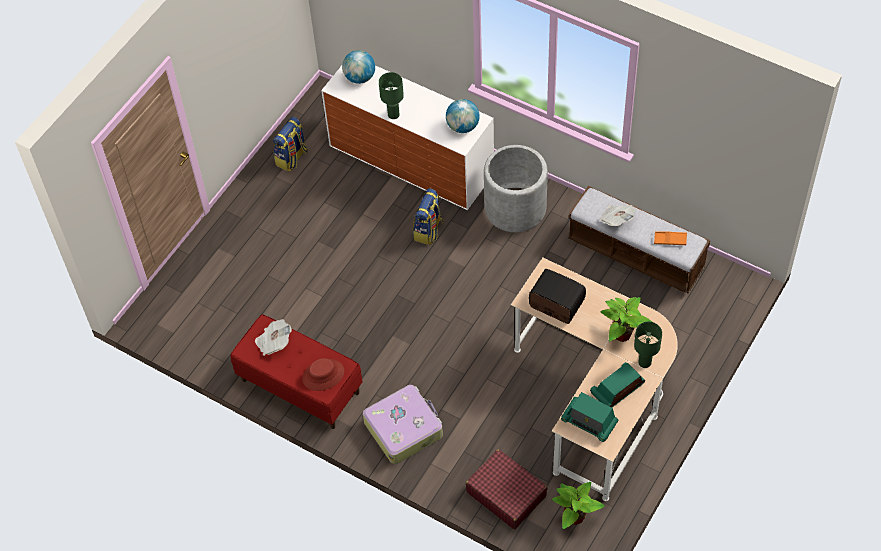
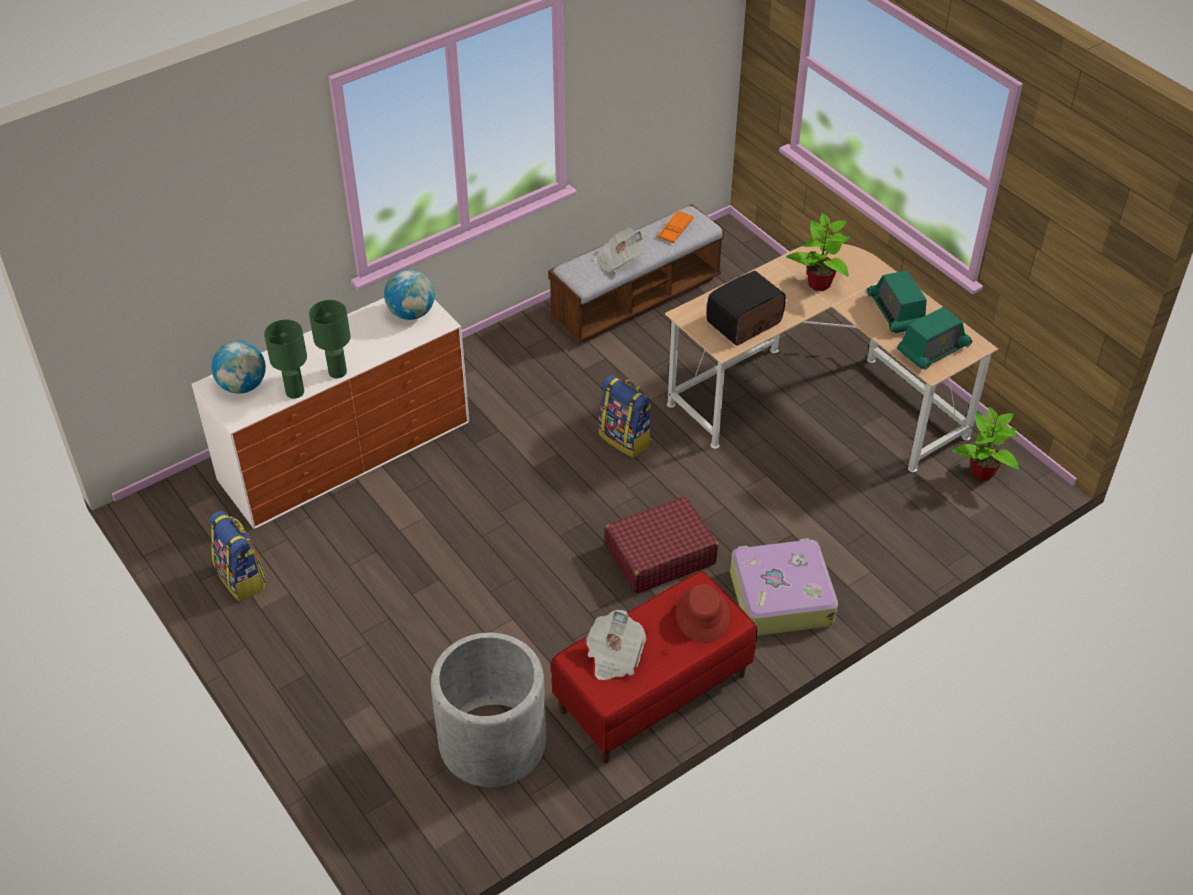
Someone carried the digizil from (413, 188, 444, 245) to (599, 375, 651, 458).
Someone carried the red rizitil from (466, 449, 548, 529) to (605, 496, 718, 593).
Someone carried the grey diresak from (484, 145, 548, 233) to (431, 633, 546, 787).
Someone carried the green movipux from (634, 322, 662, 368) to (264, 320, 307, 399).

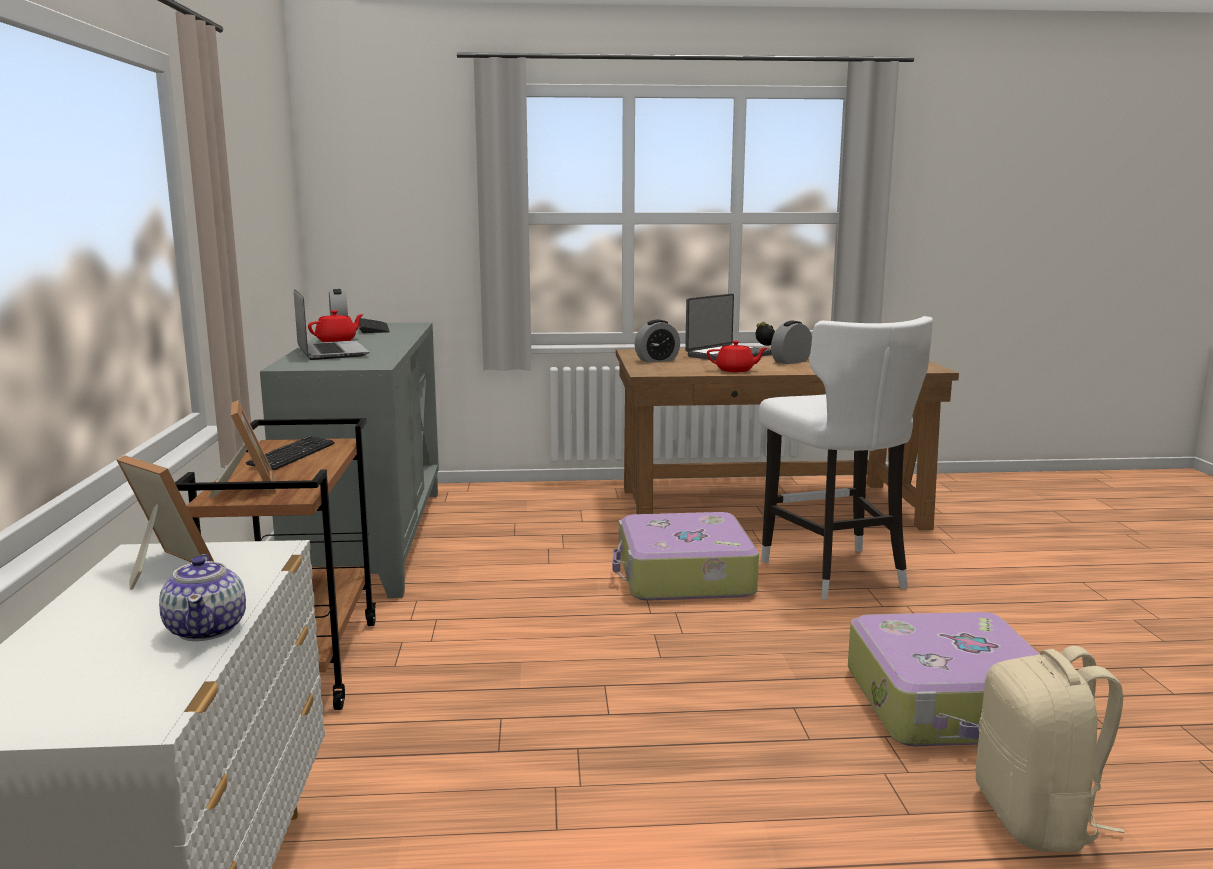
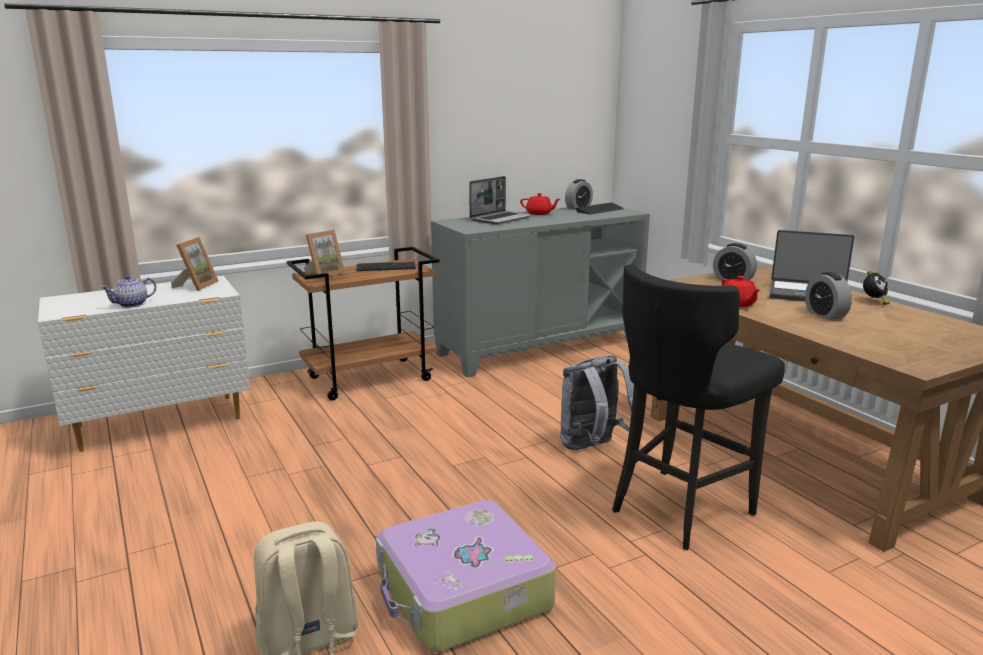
Someone swapped the rizitil at (613, 512, 759, 601) for the grey digizil at (560, 355, 634, 450).
Someone repainted the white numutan at (759, 316, 933, 600), which became the black numutan at (612, 264, 785, 550).
Someone rotated the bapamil at (771, 321, 812, 364) by 135 degrees counterclockwise.

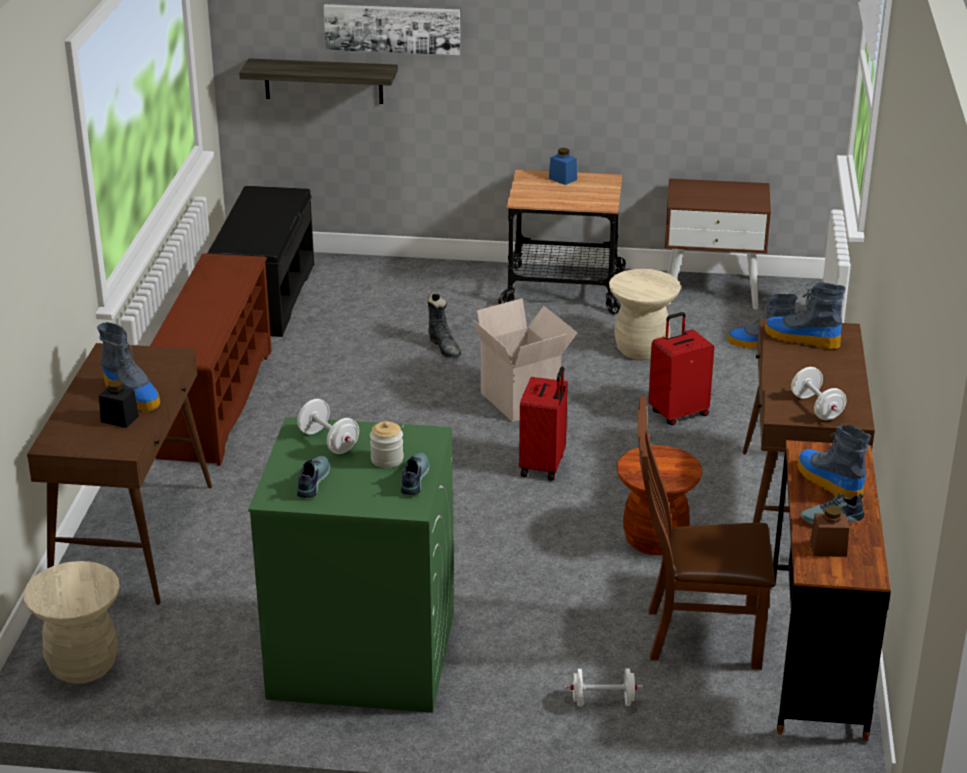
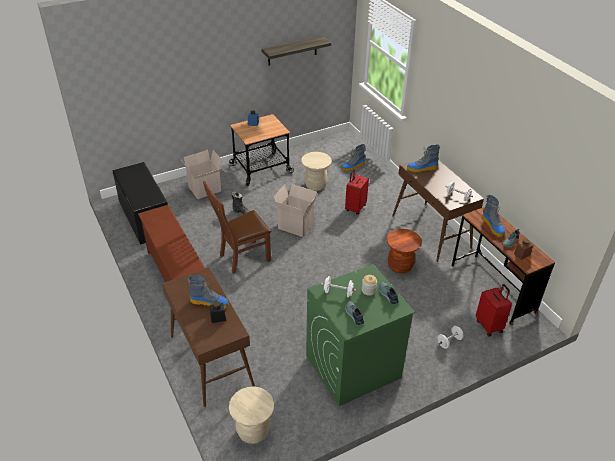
Someone carried the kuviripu from (239, 58, 398, 104) to (261, 36, 331, 66).
Someone took away the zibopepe at (324, 4, 460, 55).
Someone carried the red rizitil from (519, 367, 568, 481) to (476, 284, 512, 337).
Someone carried the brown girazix from (638, 396, 775, 670) to (203, 181, 271, 274).
Someone took away the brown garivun at (665, 178, 771, 309).
Someone rotated the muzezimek at (797, 423, 871, 501) by 135 degrees counterclockwise.
Someone put down the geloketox at (182, 150, 222, 199).

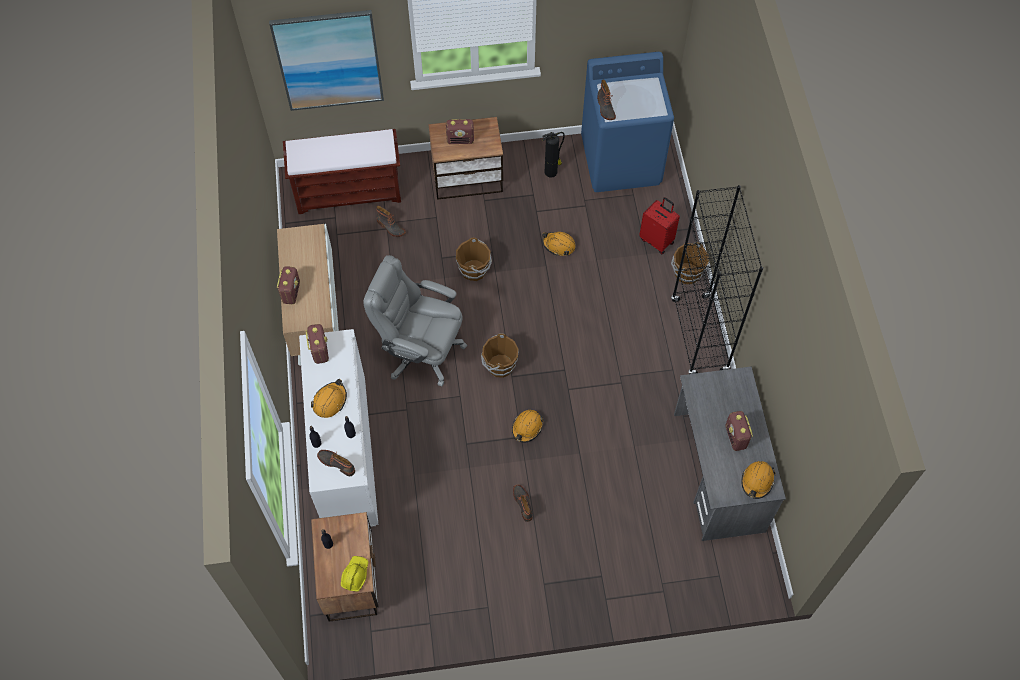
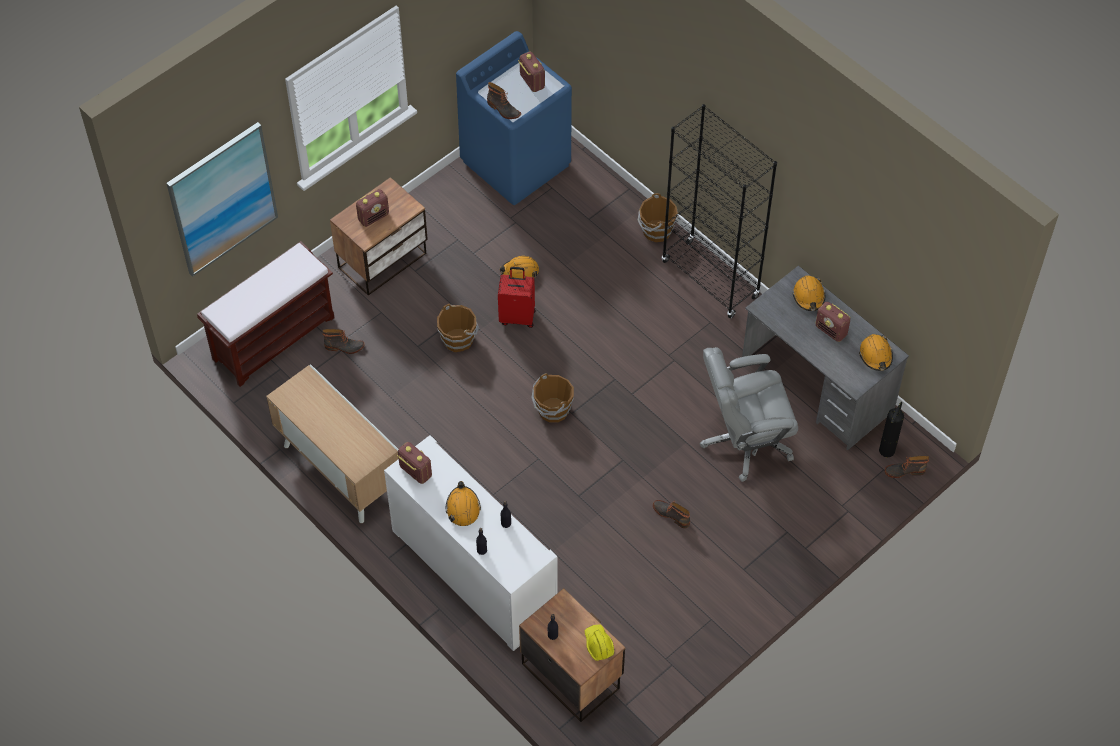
Someone carried the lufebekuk from (277, 266, 300, 304) to (518, 52, 545, 92).
Someone carried the muzezimek from (317, 450, 355, 476) to (885, 456, 929, 478).
Someone carried the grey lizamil from (363, 255, 467, 387) to (700, 347, 798, 482).
Someone carried the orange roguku from (512, 410, 544, 443) to (793, 276, 825, 311).
Someone carried the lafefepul from (542, 132, 565, 178) to (879, 402, 904, 457).
Someone carried the red rizitil from (639, 197, 680, 254) to (498, 267, 535, 328).

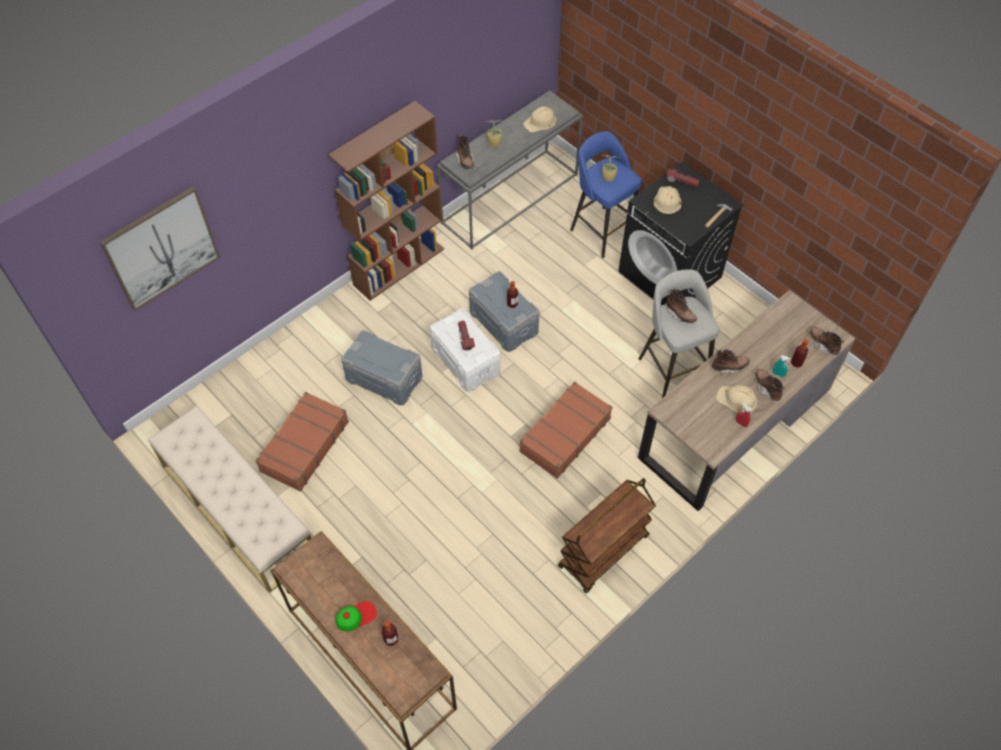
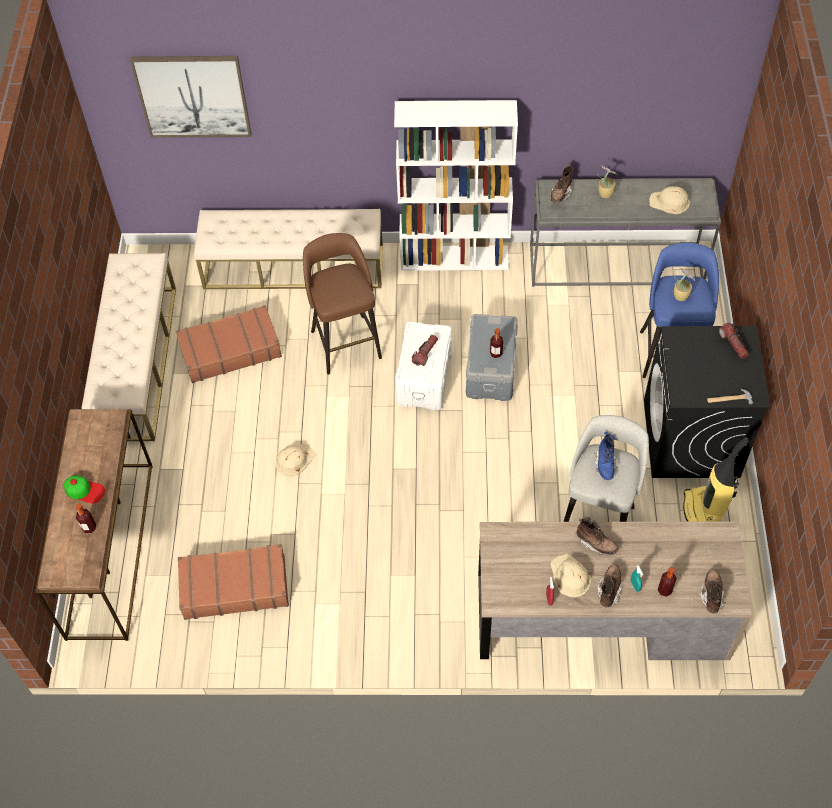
Someone repainted the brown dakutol at (328, 101, 444, 301), which became the white dakutol at (394, 100, 518, 271).
Someone swapped the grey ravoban at (341, 330, 422, 405) for the brown numutan at (303, 233, 382, 375).
Someone carried the brown rizitil from (519, 381, 613, 479) to (178, 544, 289, 620).
Someone took away the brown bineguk at (558, 478, 656, 593).
Someone carried the beige roguku from (654, 186, 681, 214) to (276, 444, 315, 476).
Someone repainted the brown muzezimek at (666, 289, 697, 323), which became the blue muzezimek at (595, 431, 617, 480).
Someone put down the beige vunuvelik at (194, 209, 383, 289).
Someone put down the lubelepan at (683, 437, 749, 522).

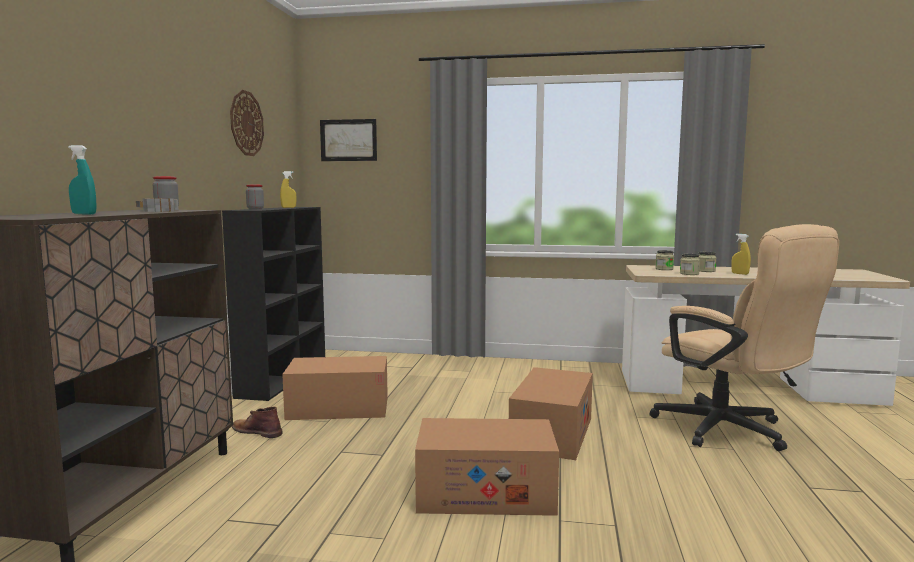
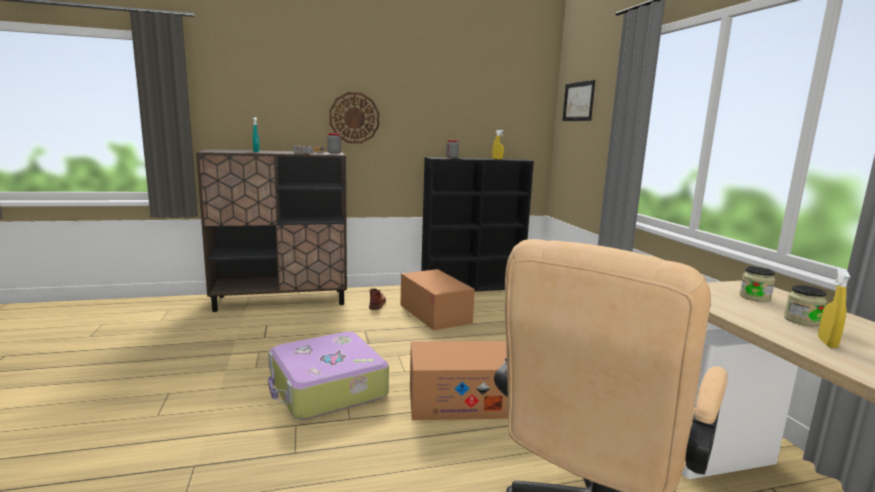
Someone carried the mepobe from (230, 90, 264, 156) to (329, 92, 379, 144).
Someone swapped the geloketox at (415, 418, 559, 516) for the rizitil at (268, 332, 389, 420).
Someone took away the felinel at (680, 254, 700, 275).

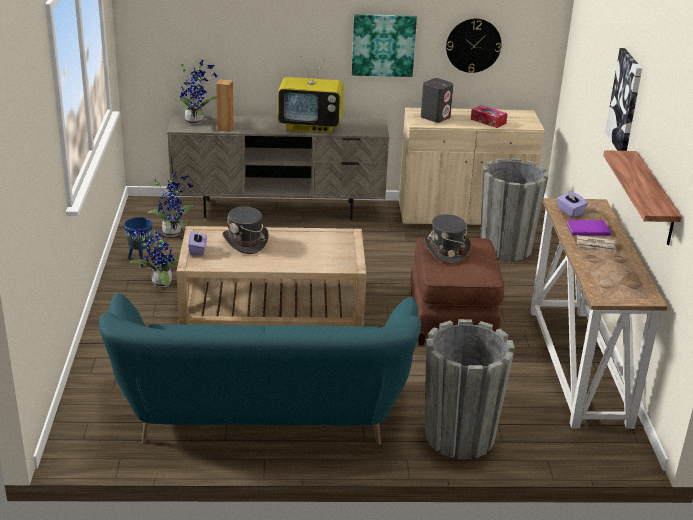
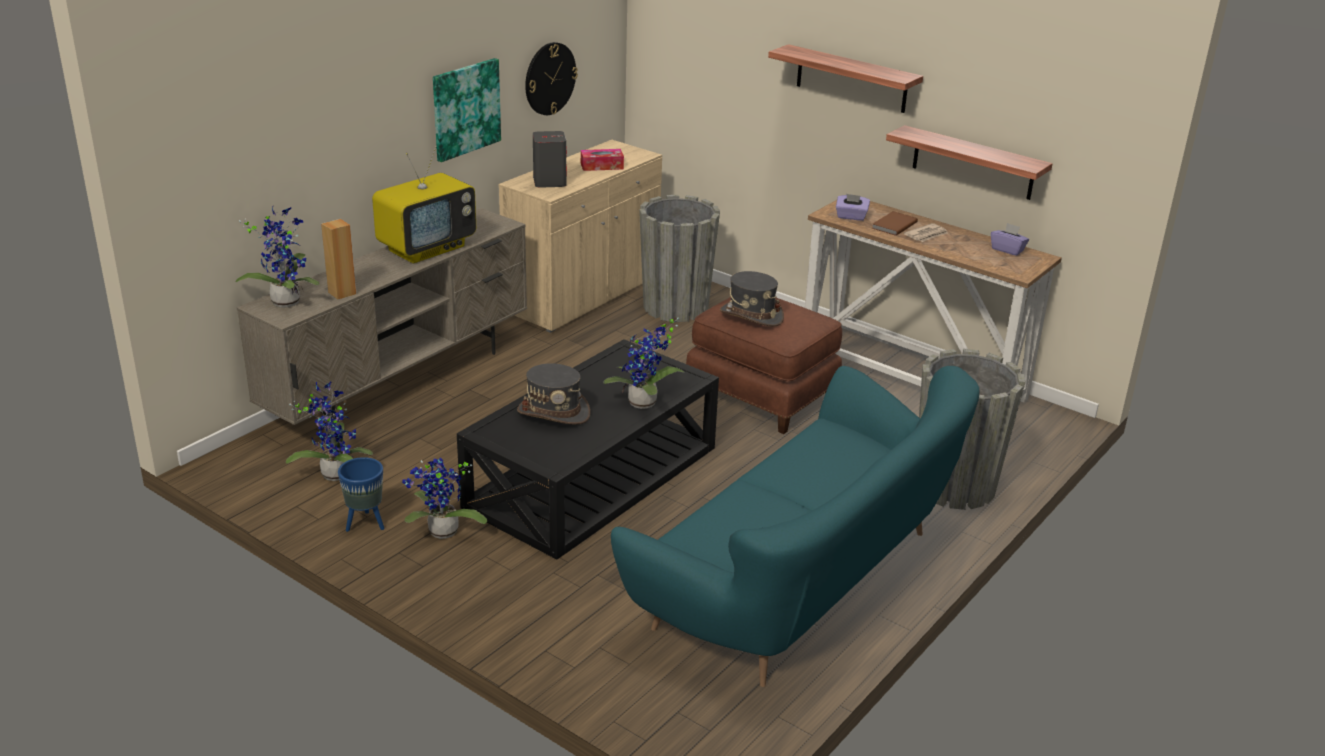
Someone repainted the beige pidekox at (177, 226, 366, 326), which became the black pidekox at (457, 339, 719, 559).
Someone carried the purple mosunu from (188, 232, 207, 255) to (991, 223, 1029, 256).
Someone repainted the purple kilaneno at (566, 220, 611, 236), which became the brown kilaneno at (872, 211, 918, 236).
Someone swapped the zibopepe at (605, 48, 642, 151) for the kuviripu at (768, 44, 923, 113).
Someone put down the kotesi at (604, 318, 684, 409).

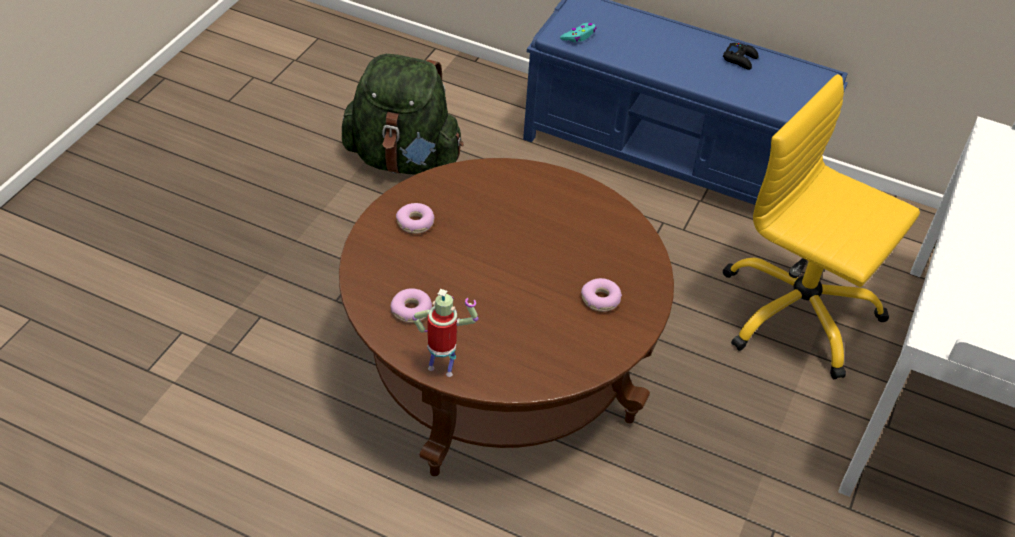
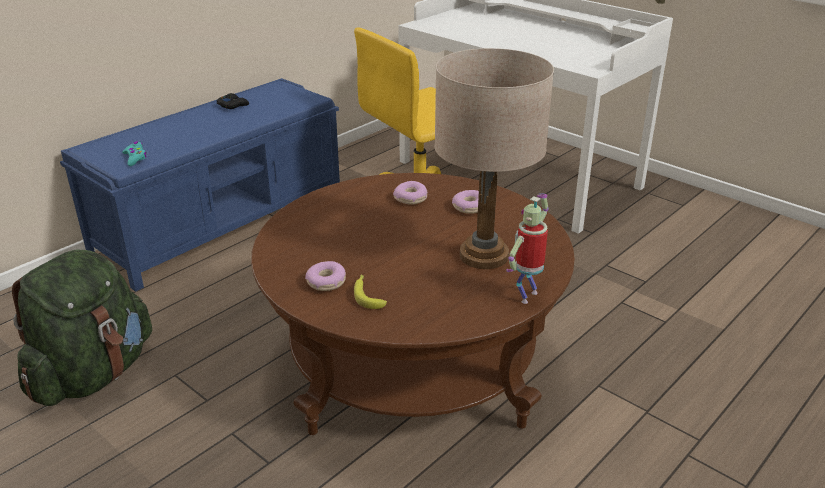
Someone carried the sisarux from (391, 288, 432, 323) to (393, 181, 428, 205).
Someone put down the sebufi at (354, 274, 387, 309).
Someone put down the beige movipux at (434, 48, 554, 269).

